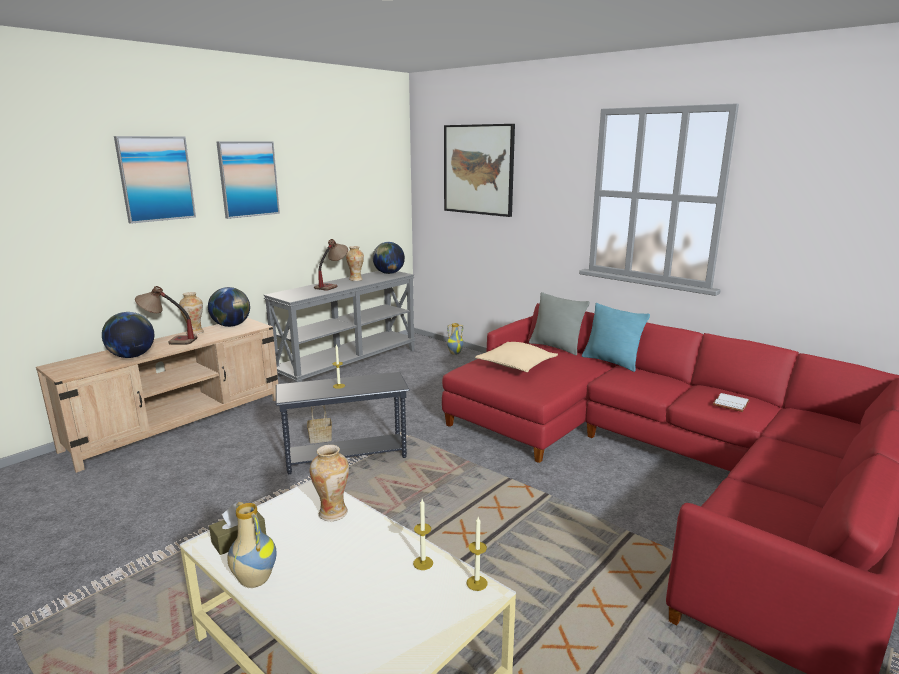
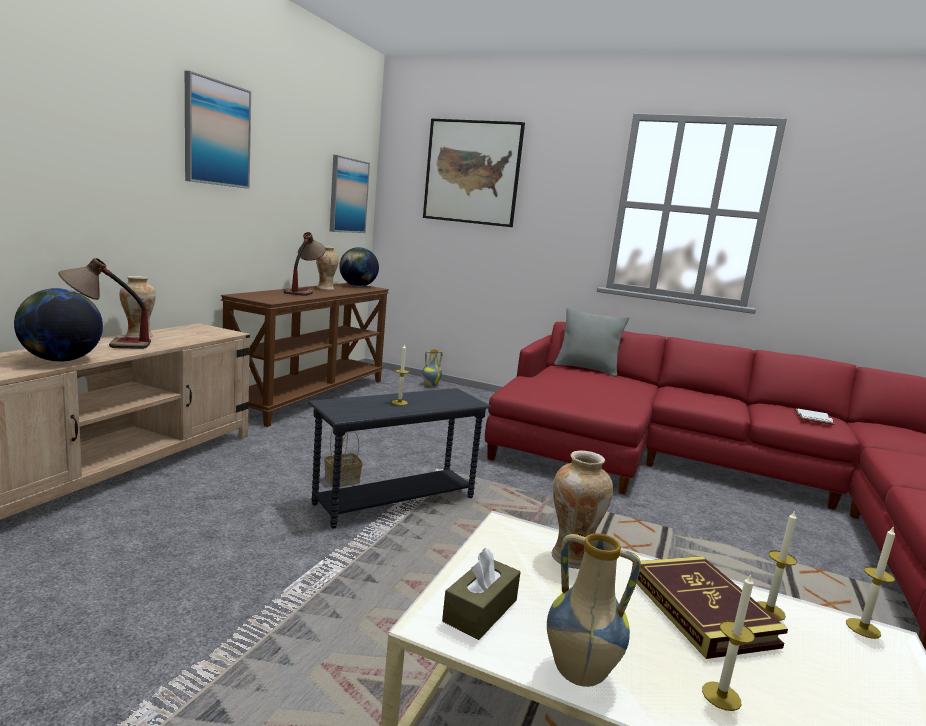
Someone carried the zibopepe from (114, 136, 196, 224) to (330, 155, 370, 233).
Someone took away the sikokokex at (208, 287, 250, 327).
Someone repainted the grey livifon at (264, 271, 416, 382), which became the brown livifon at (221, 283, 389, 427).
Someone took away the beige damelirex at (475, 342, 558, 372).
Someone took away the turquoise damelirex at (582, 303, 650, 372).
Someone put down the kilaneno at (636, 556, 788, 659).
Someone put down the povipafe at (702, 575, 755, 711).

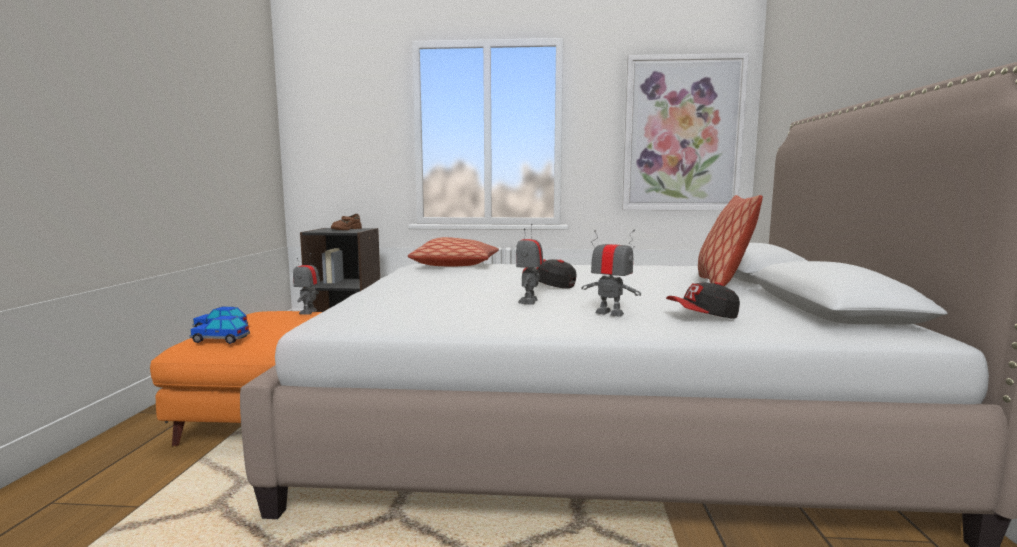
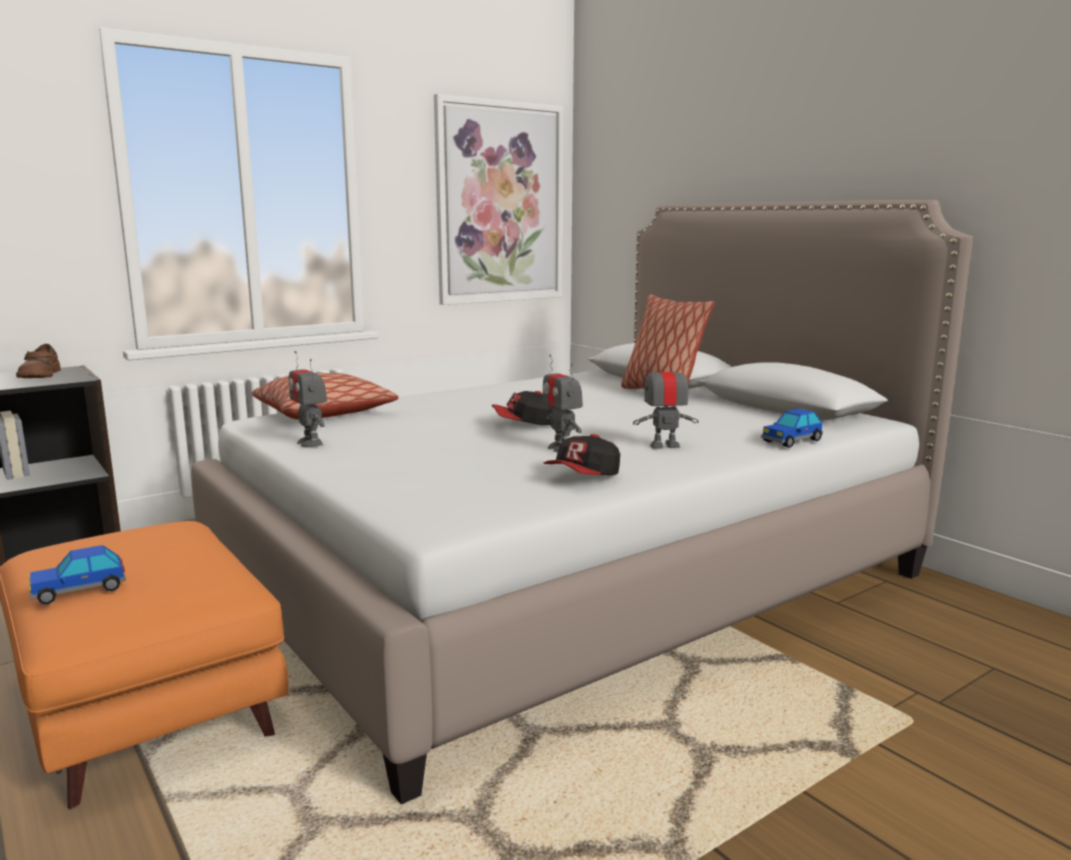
Someone carried the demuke from (190, 316, 250, 344) to (761, 409, 823, 448).
Someone carried the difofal from (293, 253, 320, 315) to (289, 351, 327, 447).
Someone carried the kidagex from (666, 282, 740, 319) to (543, 434, 620, 475).

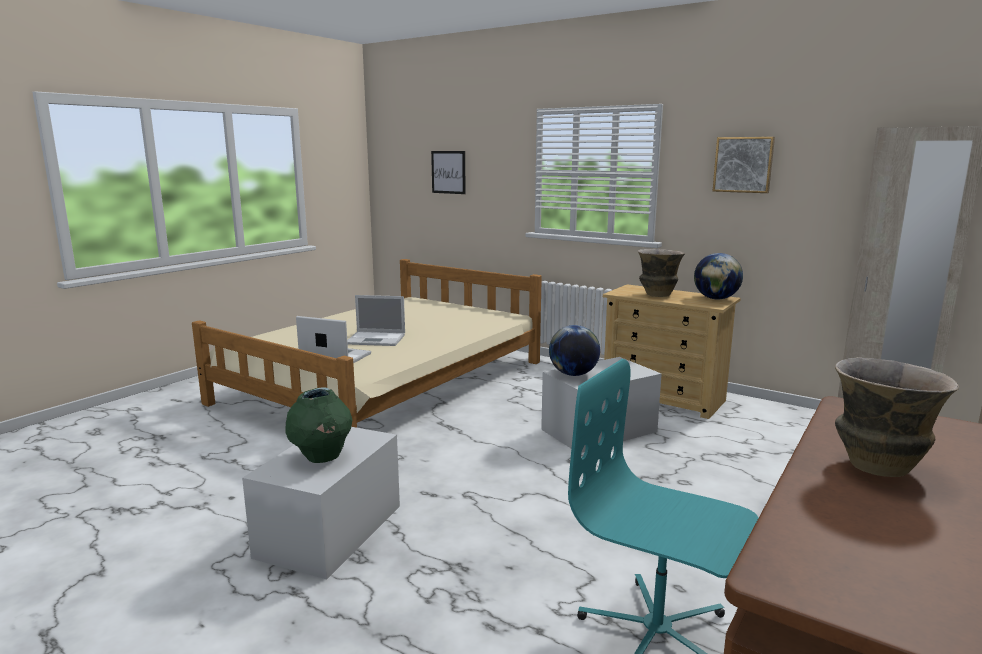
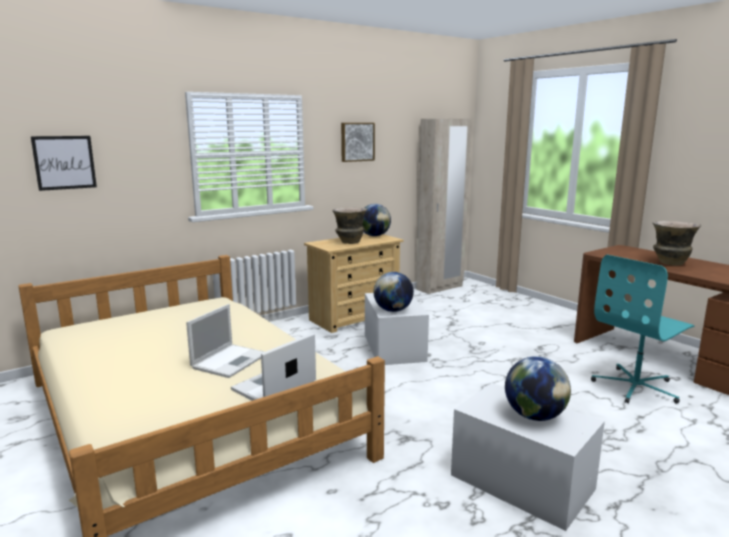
Someone swapped the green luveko at (285, 387, 352, 463) for the sikokokex at (505, 356, 571, 421).

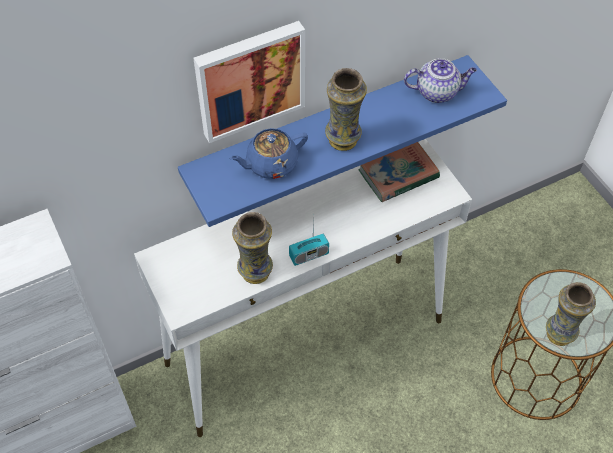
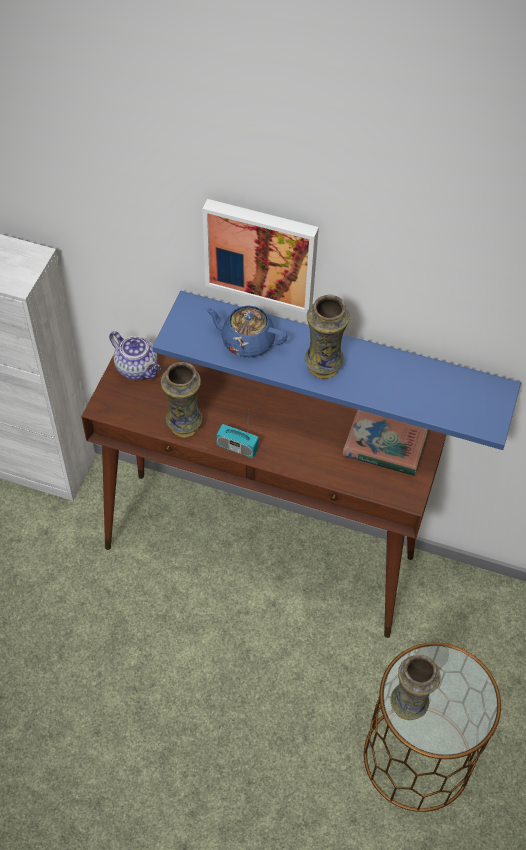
Someone repainted the white livifon at (134, 139, 472, 437), which became the brown livifon at (81, 353, 447, 638).
Someone carried the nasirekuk from (404, 58, 477, 103) to (109, 331, 161, 380).

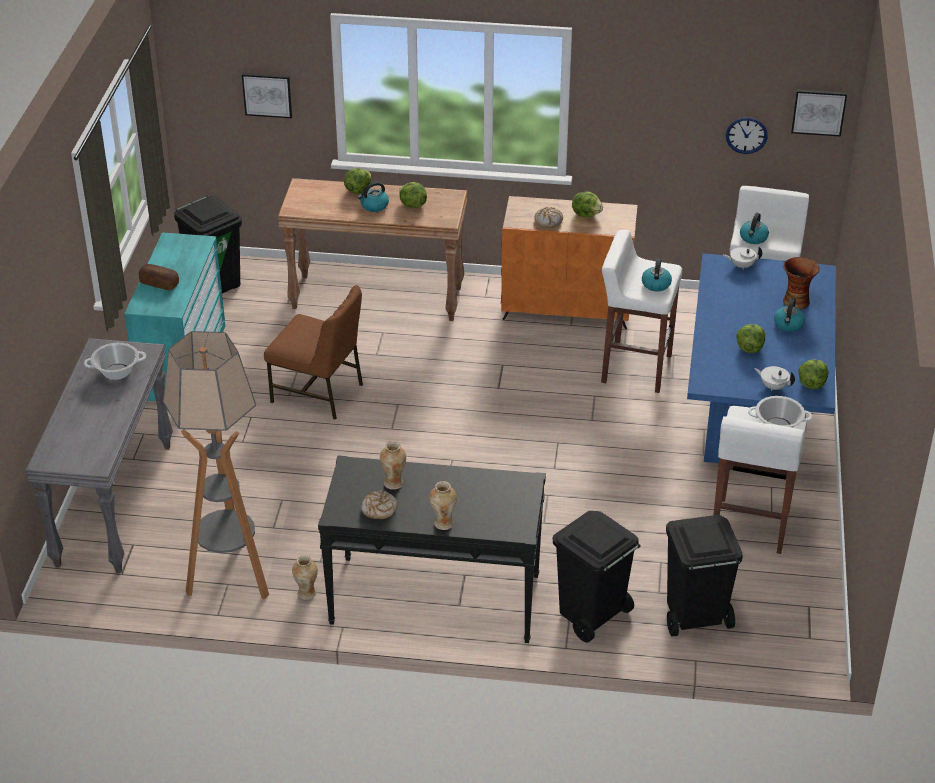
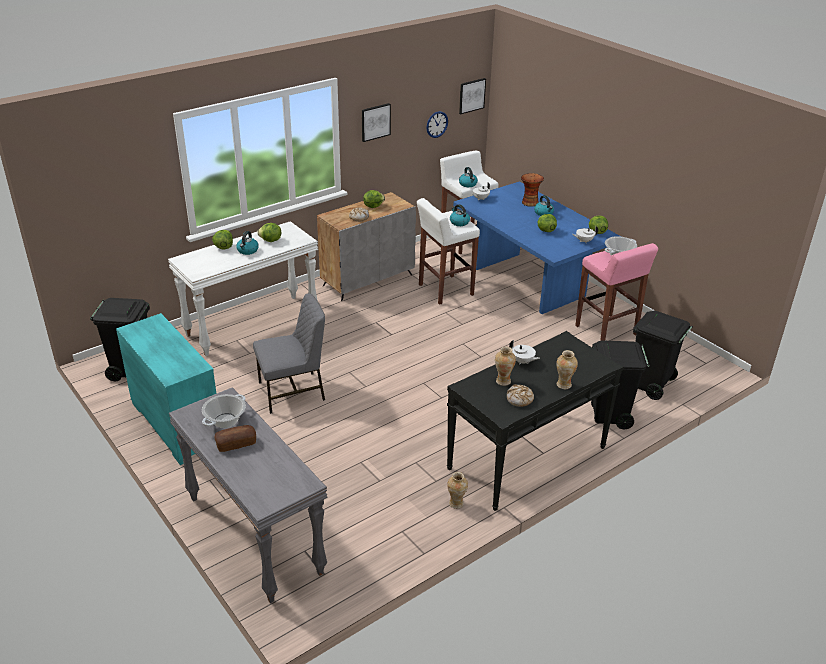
Someone carried the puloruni from (138, 264, 179, 290) to (215, 425, 256, 452).
Someone took away the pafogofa at (163, 331, 269, 600).
Someone carried the zibopepe from (242, 73, 292, 118) to (361, 103, 391, 142).
Someone repainted the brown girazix at (264, 285, 363, 420), which became the grey girazix at (253, 293, 325, 414).
Someone repainted the brown livifon at (278, 178, 467, 321), which became the white livifon at (168, 221, 318, 356).
Someone repainted the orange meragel at (501, 196, 637, 329), which became the grey meragel at (317, 192, 416, 301).
Someone repainted the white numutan at (714, 406, 807, 554), which became the pink numutan at (575, 243, 658, 341).
Someone put down the white nasirekuk at (509, 340, 540, 365).

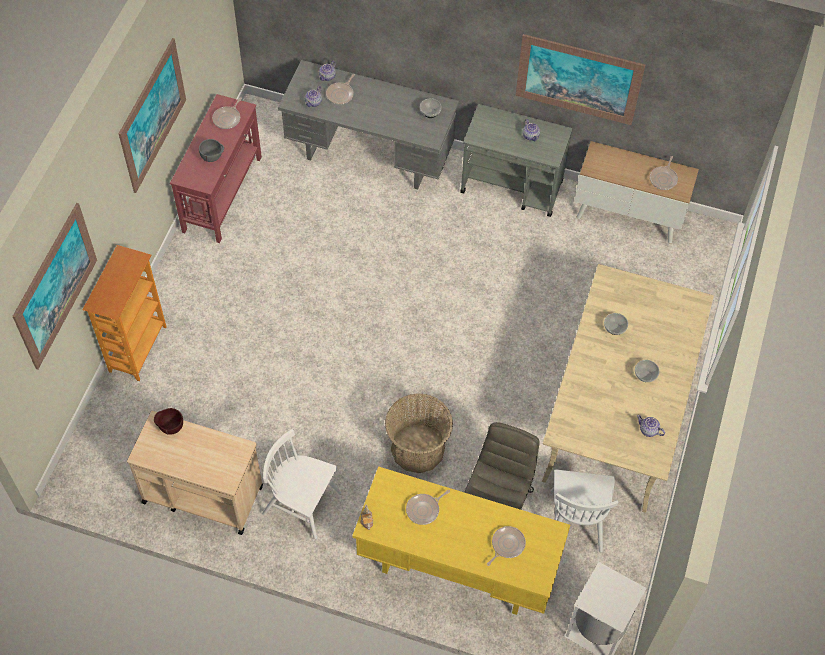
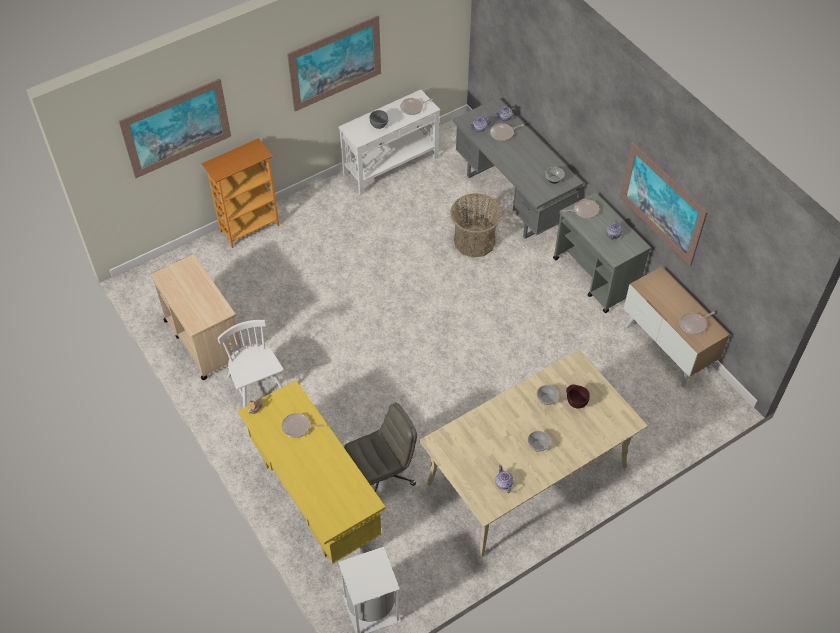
Someone carried the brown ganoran from (154, 408, 183, 435) to (566, 384, 590, 408).
Someone repainted the red livifon at (170, 94, 262, 243), which became the white livifon at (338, 90, 440, 195).
Someone carried the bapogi from (385, 393, 453, 473) to (450, 193, 502, 258).
Someone carried the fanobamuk from (487, 526, 526, 566) to (563, 199, 599, 219).
Someone took away the white girazix at (550, 470, 618, 552).

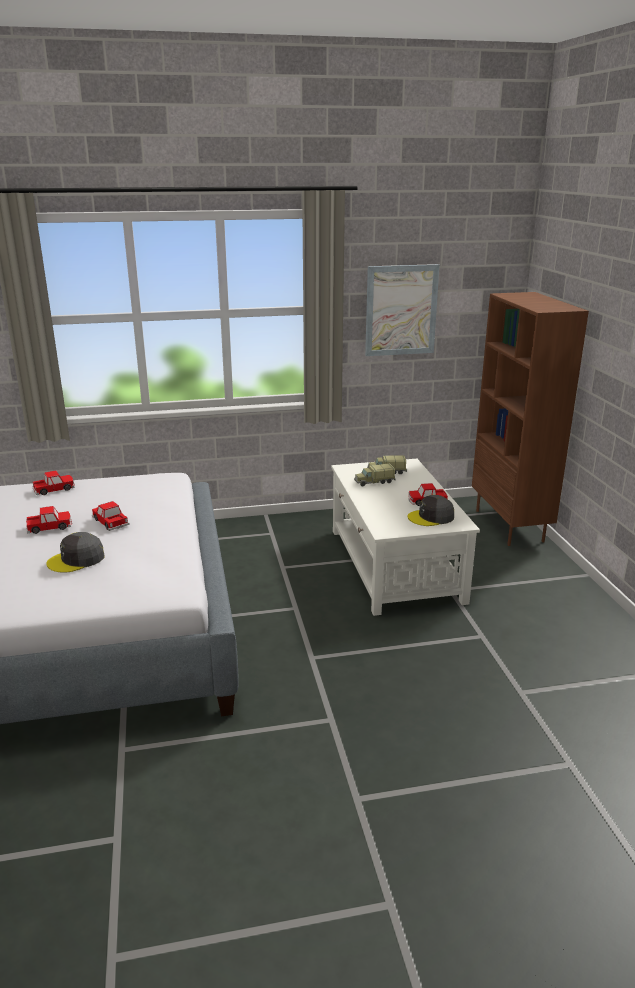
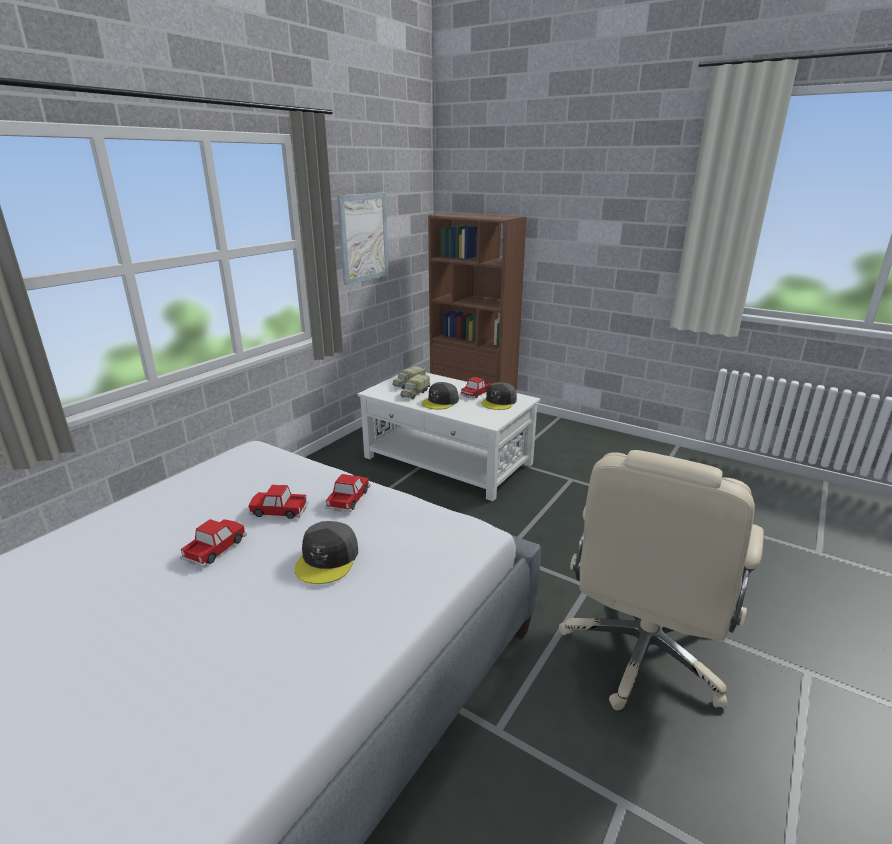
Someone carried the demuke from (33, 470, 75, 495) to (325, 474, 370, 513).
Someone put down the grey kidagex at (422, 382, 459, 409).
Someone put down the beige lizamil at (559, 450, 764, 710).

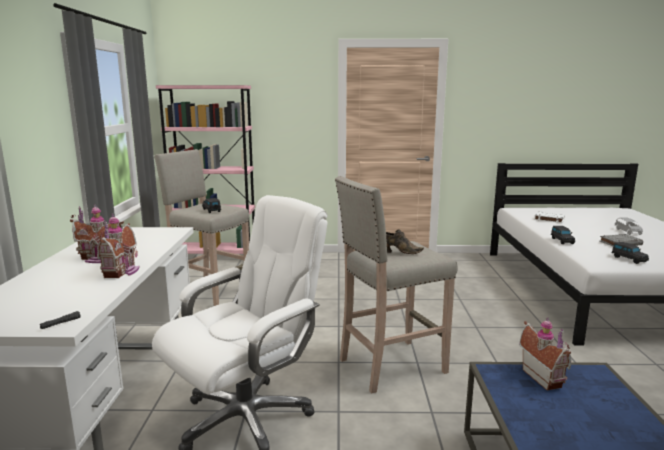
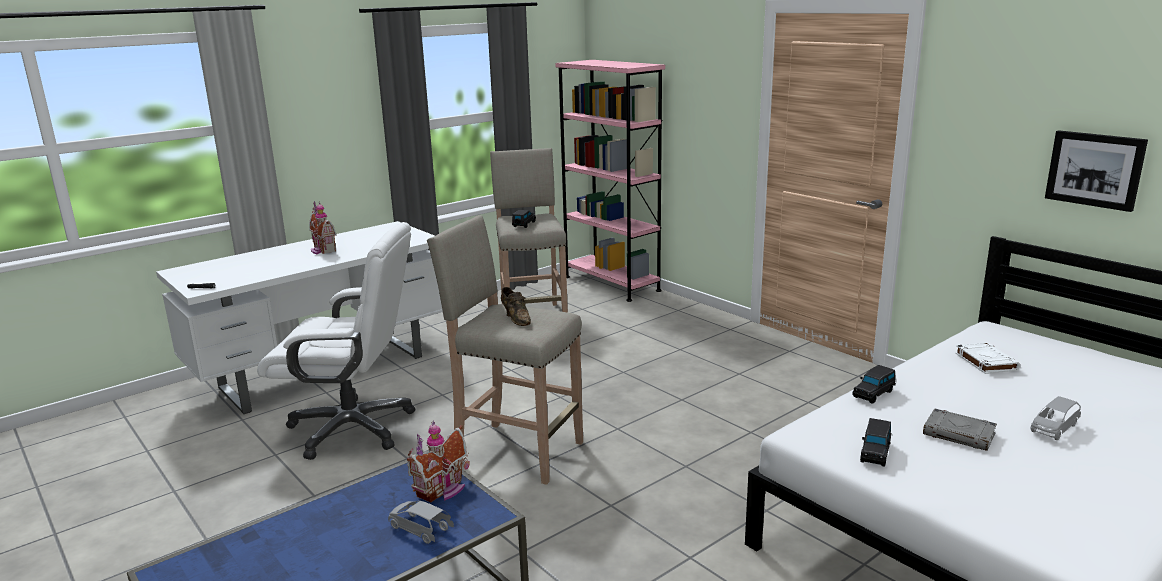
Someone took away the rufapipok at (97, 213, 140, 278).
Someone put down the grey demuke at (388, 501, 454, 544).
Someone put up the zibopepe at (1045, 130, 1148, 212).

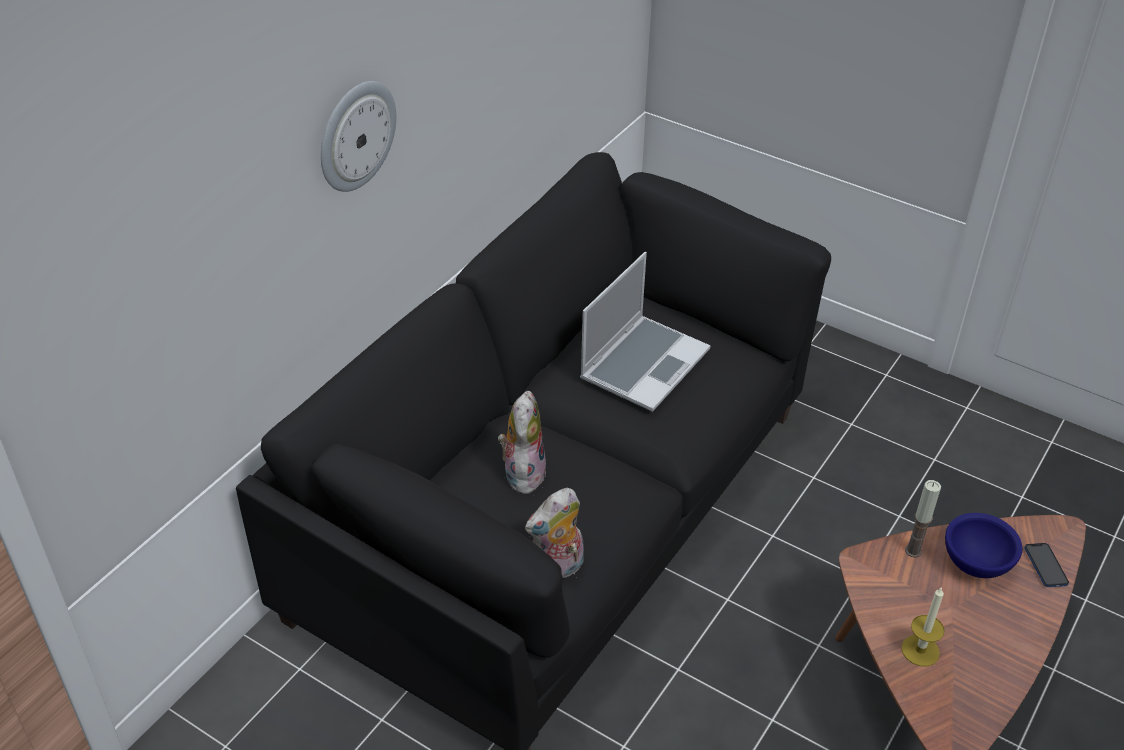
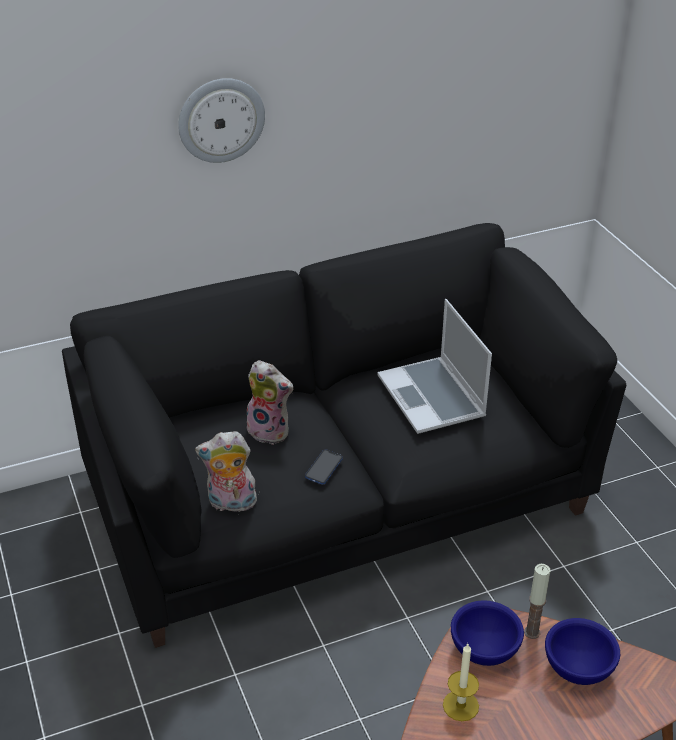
Someone rotated the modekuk at (498, 391, 546, 496) by 75 degrees clockwise.
Someone rotated the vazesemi at (580, 252, 711, 412) by 90 degrees clockwise.
Someone carried the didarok from (1024, 543, 1069, 587) to (305, 449, 343, 485).
Someone put down the blue ganoran at (451, 600, 524, 666).

